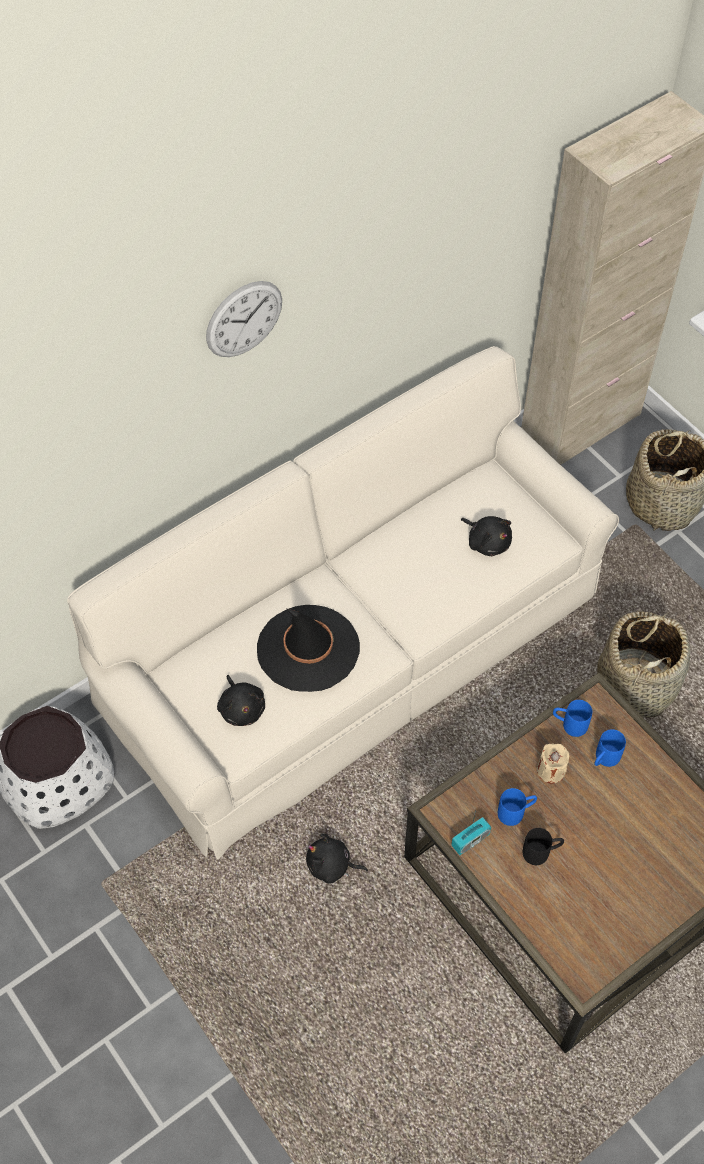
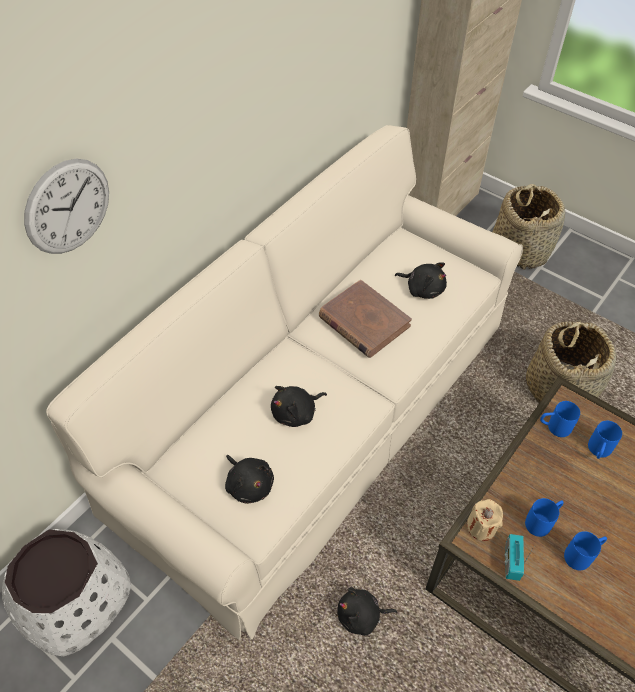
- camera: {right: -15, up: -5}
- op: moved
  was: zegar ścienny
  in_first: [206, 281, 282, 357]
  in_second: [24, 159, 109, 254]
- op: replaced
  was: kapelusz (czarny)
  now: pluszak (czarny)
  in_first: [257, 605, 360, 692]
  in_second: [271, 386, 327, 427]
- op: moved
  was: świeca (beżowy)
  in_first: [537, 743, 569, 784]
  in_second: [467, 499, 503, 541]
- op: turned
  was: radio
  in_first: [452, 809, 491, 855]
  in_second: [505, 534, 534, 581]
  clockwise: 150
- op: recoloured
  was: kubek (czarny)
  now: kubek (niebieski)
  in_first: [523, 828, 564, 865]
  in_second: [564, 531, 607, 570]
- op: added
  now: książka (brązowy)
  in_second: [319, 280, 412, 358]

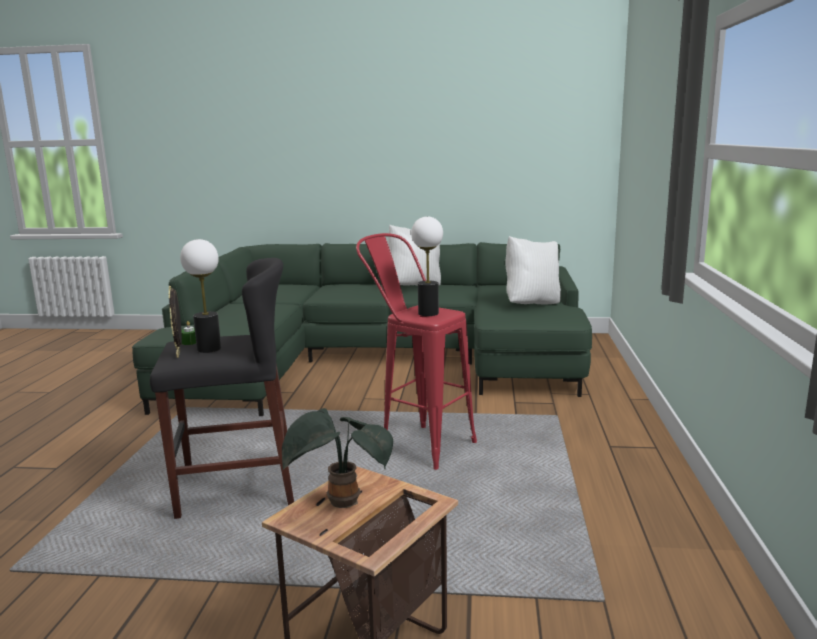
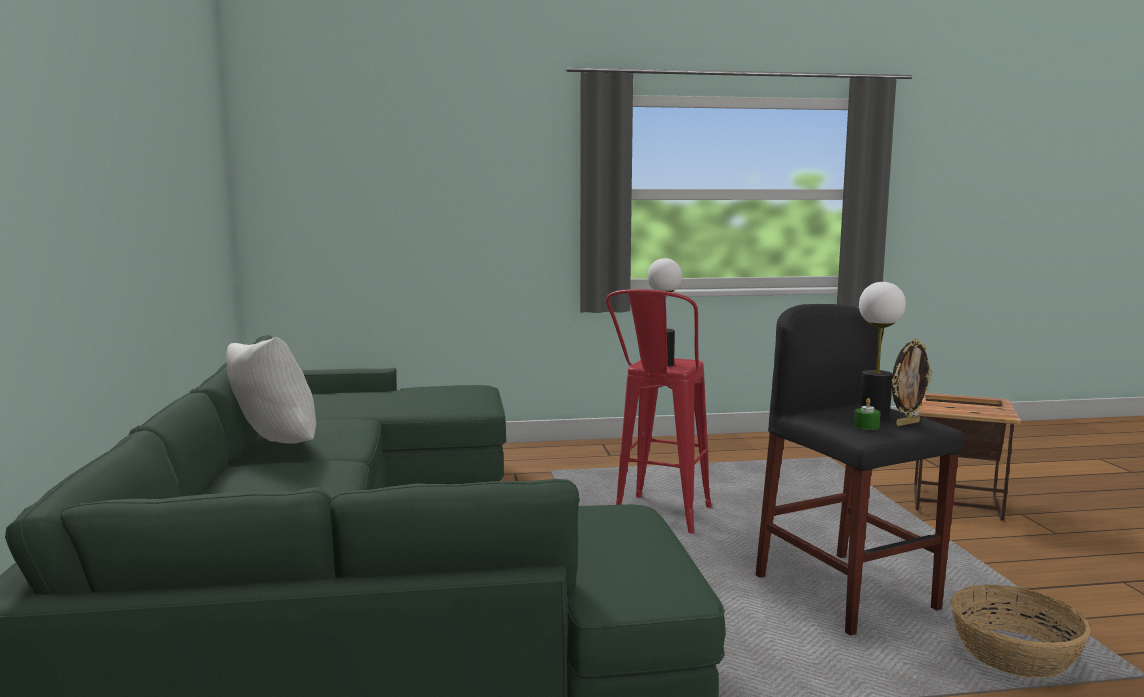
- camera: {right: -105, up: -5}
- op: removed
  was: poduszka (biały)
  in_first: [506, 236, 561, 304]
- op: removed
  was: roślina doniczkowa
  in_first: [282, 408, 393, 508]
- op: added
  now: koszyk
  in_second: [950, 584, 1091, 678]

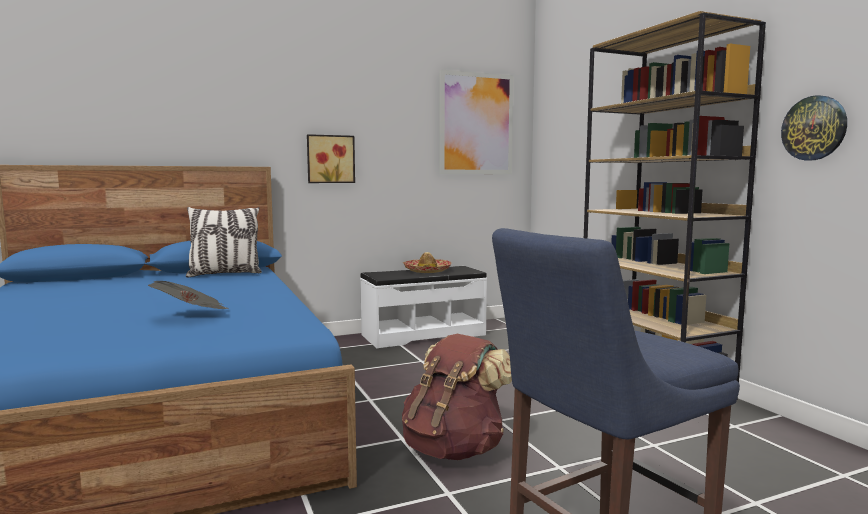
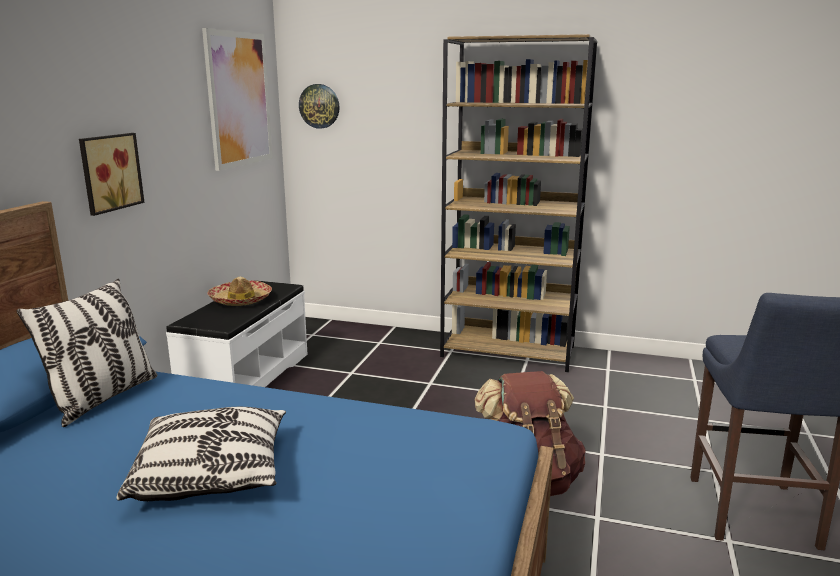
- camera: {right: -50, up: 10}
- op: moved
  was: zegar ścienny
  in_first: [781, 95, 847, 160]
  in_second: [299, 84, 340, 129]
- op: removed
  was: gazeta
  in_first: [148, 281, 228, 309]
- op: added
  now: poduszka
  in_second: [117, 407, 286, 501]

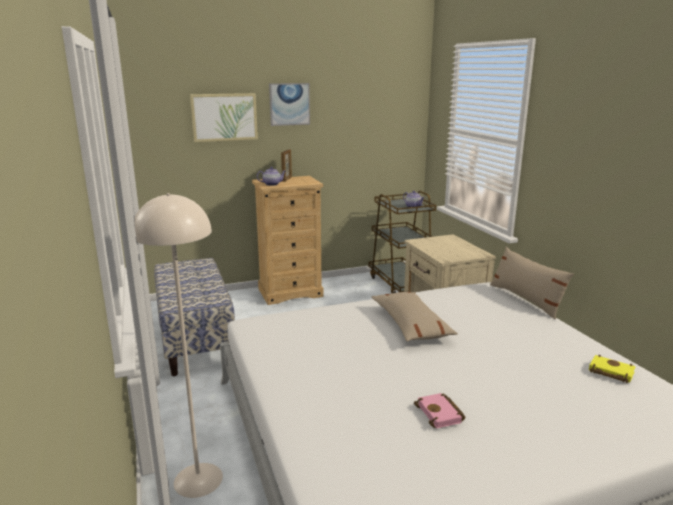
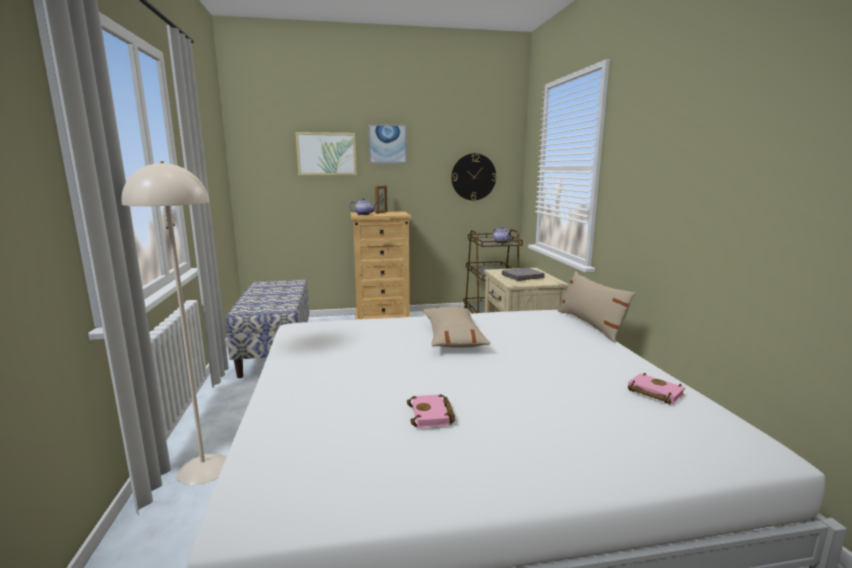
- camera: {right: 10, up: -5}
- op: recoloured
  was: książka (żółty)
  now: książka (różowy)
  in_first: [589, 355, 636, 383]
  in_second: [628, 373, 685, 404]
- op: added
  now: zegar ścienny
  in_second: [451, 153, 496, 201]
- op: added
  now: książka (szary)
  in_second: [502, 268, 545, 281]

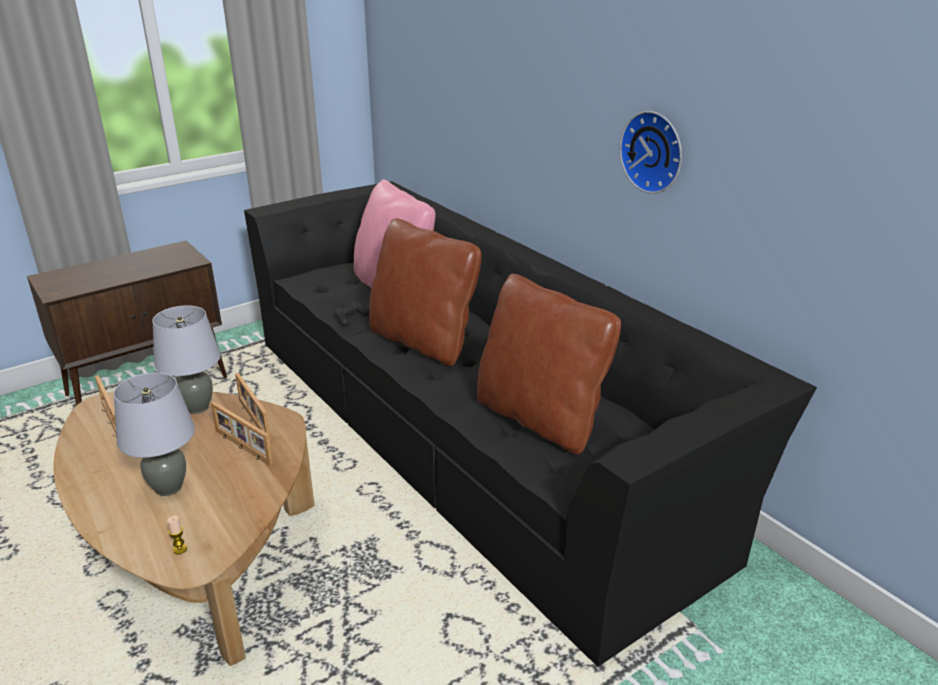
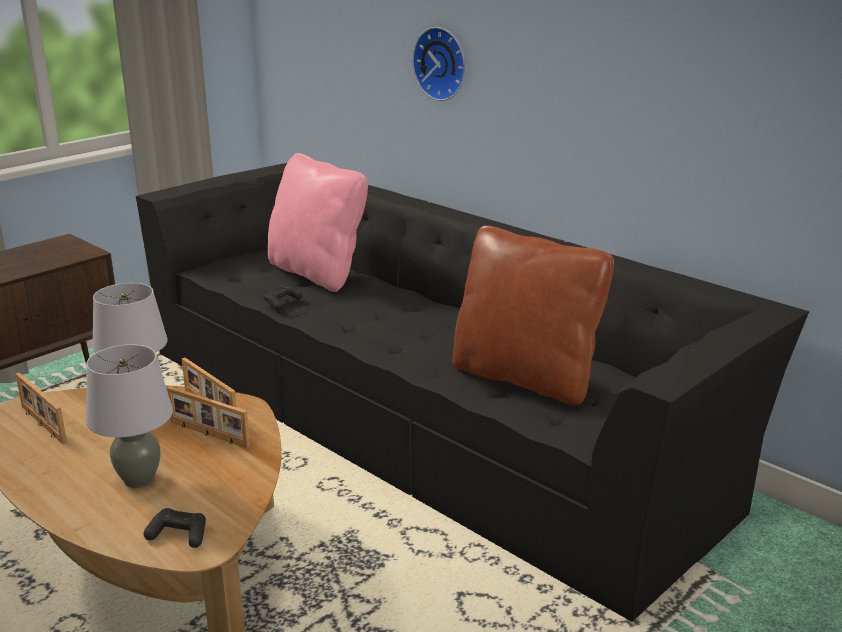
- camera: {right: -10, up: -5}
- op: moved
  was: zegar ścienny
  in_first: [620, 111, 682, 194]
  in_second: [412, 27, 465, 101]
- op: removed
  was: poduszka (brązowy)
  in_first: [369, 218, 482, 366]
- op: replaced
  was: świeca
  now: pad do gier (czarny)
  in_first: [167, 516, 187, 554]
  in_second: [144, 508, 206, 548]

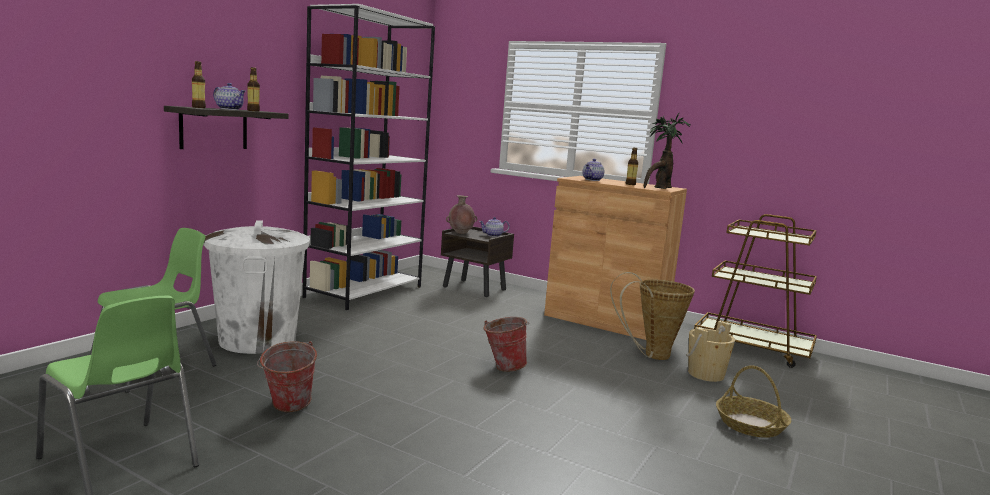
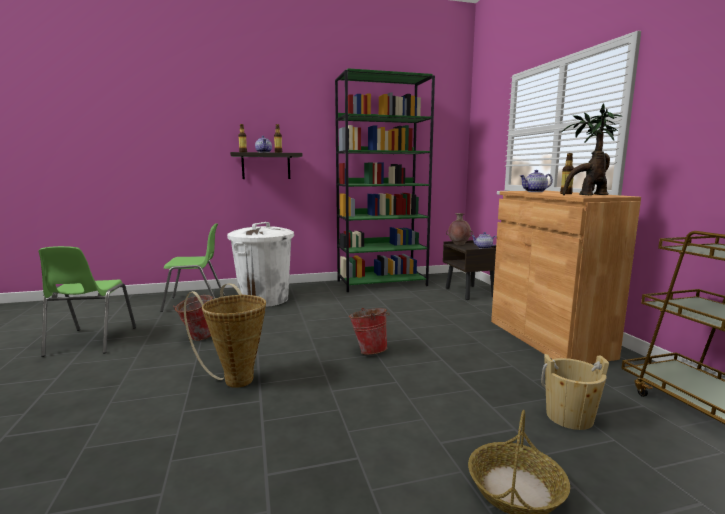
- camera: {right: 45, up: 0}
- op: recoloured
  was: regał (biały)
  now: regał (zielony)
  in_first: [302, 4, 435, 310]
  in_second: [335, 68, 435, 292]
- op: moved
  was: koszyk
  in_first: [610, 272, 695, 360]
  in_second: [184, 283, 266, 388]

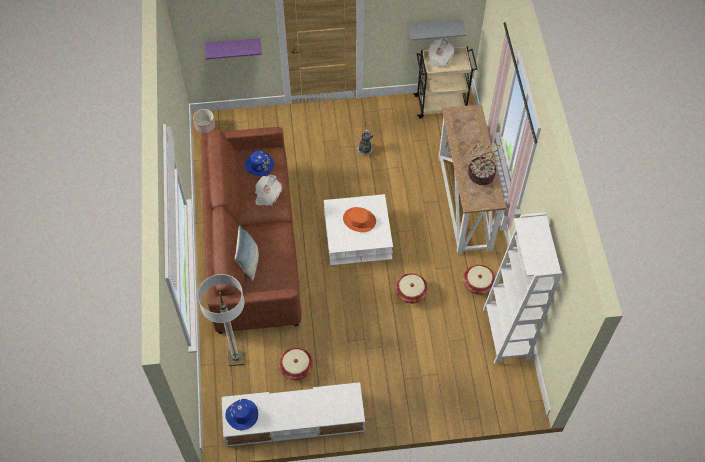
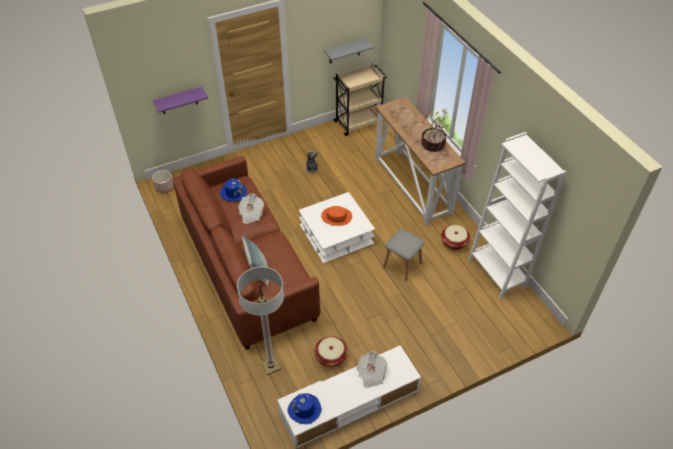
- camera: {right: -20, up: -10}
- op: moved
  was: gazeta
  in_first: [428, 38, 454, 67]
  in_second: [357, 351, 387, 388]
- op: replaced
  was: koszyk
  now: stołek (szary)
  in_first: [395, 273, 428, 303]
  in_second: [383, 229, 425, 281]

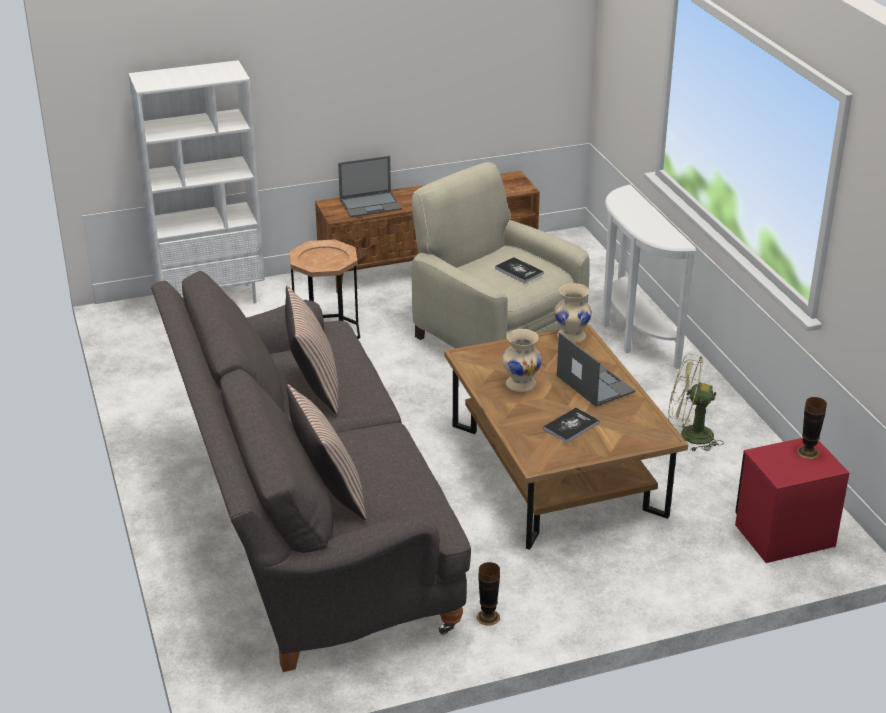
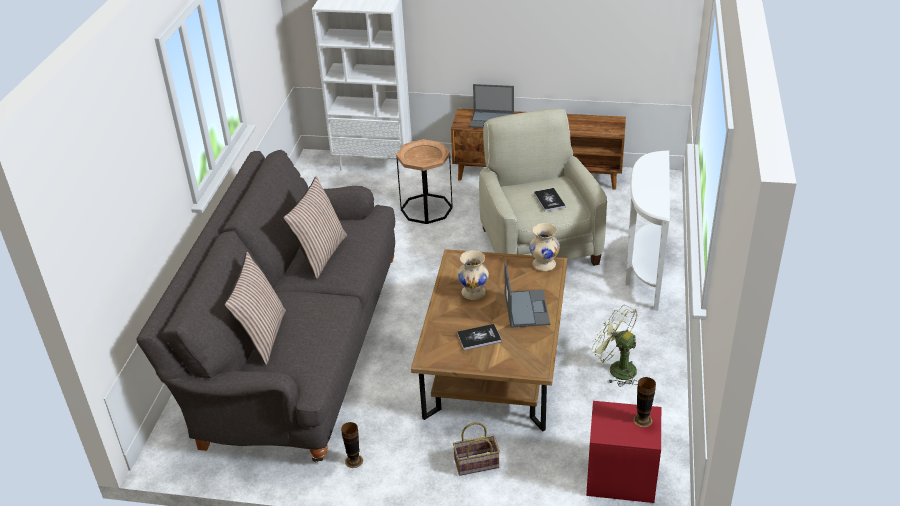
- camera: {right: 30, up: 5}
- op: added
  now: koszyk
  in_second: [453, 422, 500, 476]

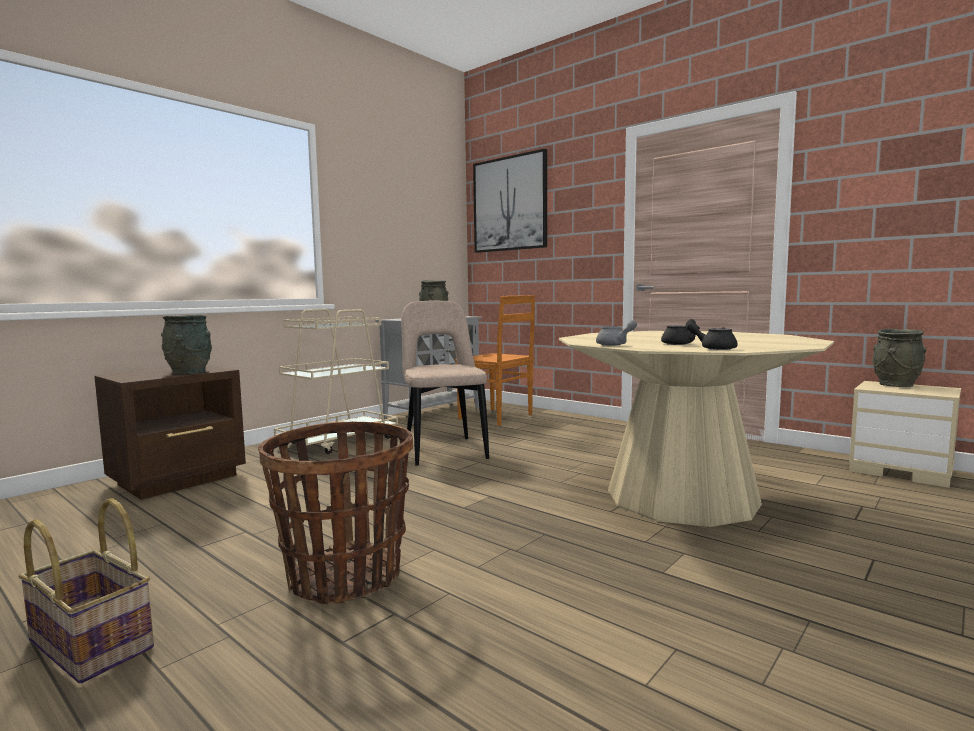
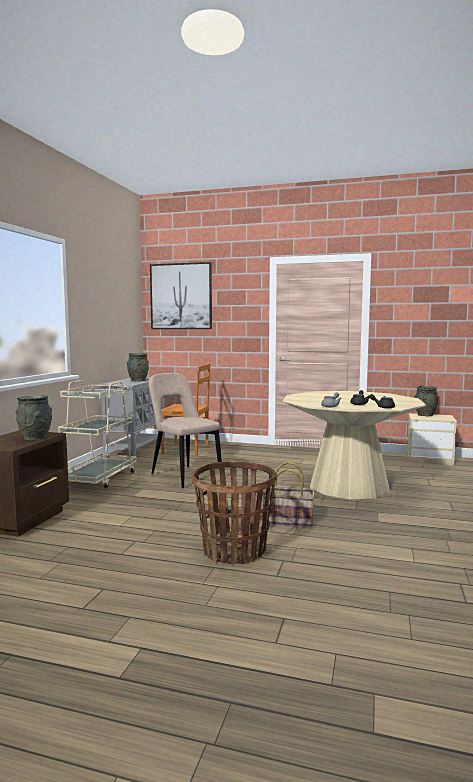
- camera: {right: -25, up: 0}
- op: moved
  was: koszyk
  in_first: [18, 498, 154, 684]
  in_second: [262, 462, 314, 526]

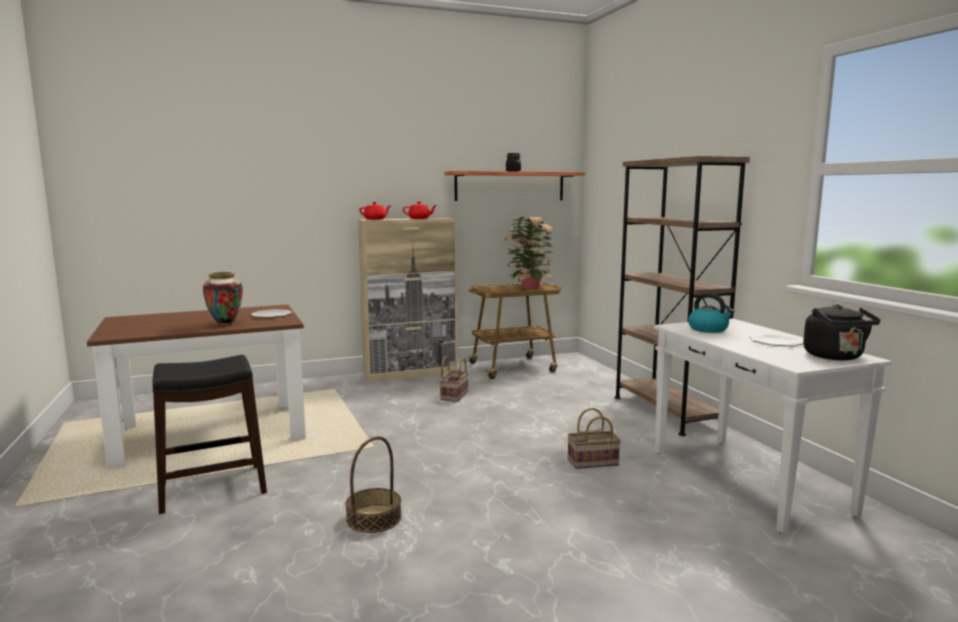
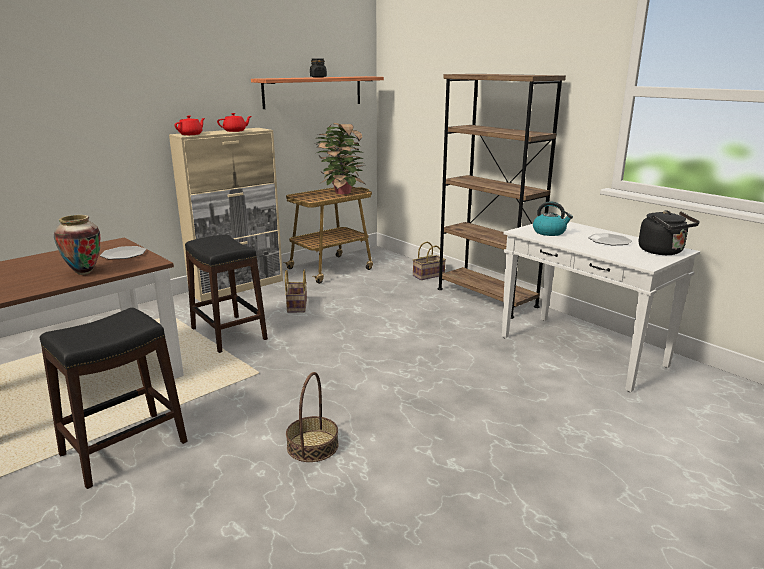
- camera: {right: -20, up: 10}
- op: moved
  was: koszyk
  in_first: [568, 408, 621, 469]
  in_second: [413, 242, 446, 280]
- op: added
  now: stołek (czarny)
  in_second: [185, 235, 268, 353]

